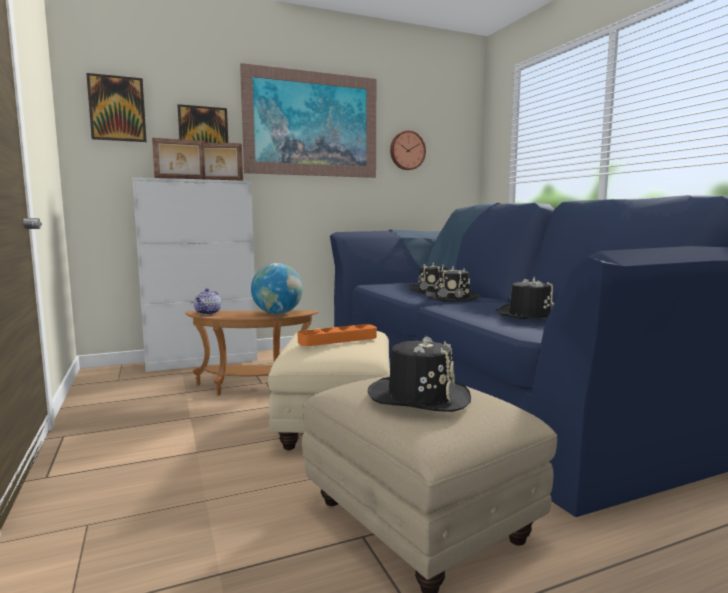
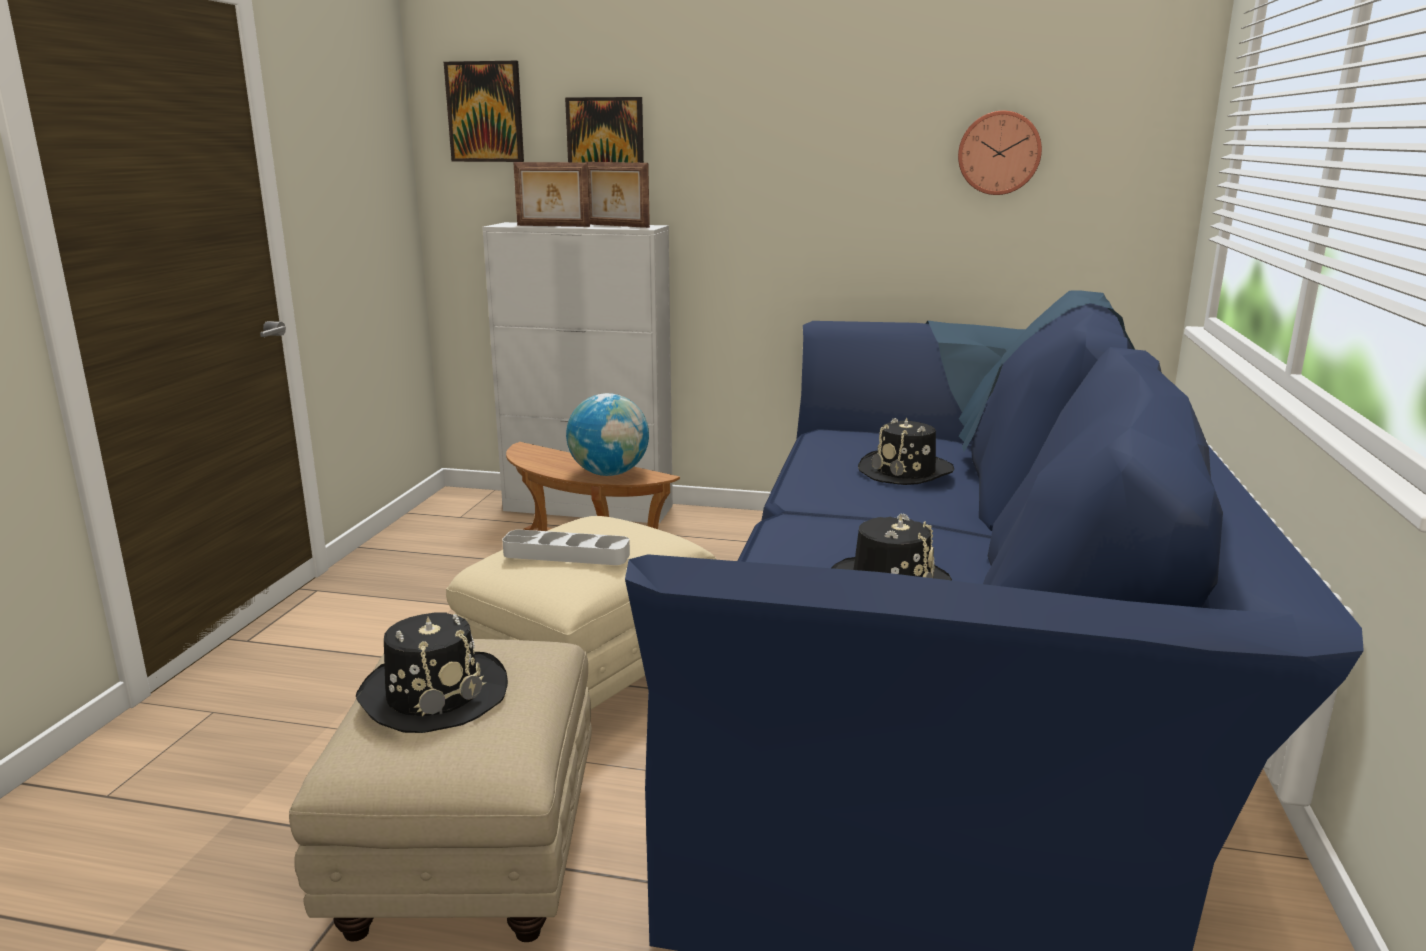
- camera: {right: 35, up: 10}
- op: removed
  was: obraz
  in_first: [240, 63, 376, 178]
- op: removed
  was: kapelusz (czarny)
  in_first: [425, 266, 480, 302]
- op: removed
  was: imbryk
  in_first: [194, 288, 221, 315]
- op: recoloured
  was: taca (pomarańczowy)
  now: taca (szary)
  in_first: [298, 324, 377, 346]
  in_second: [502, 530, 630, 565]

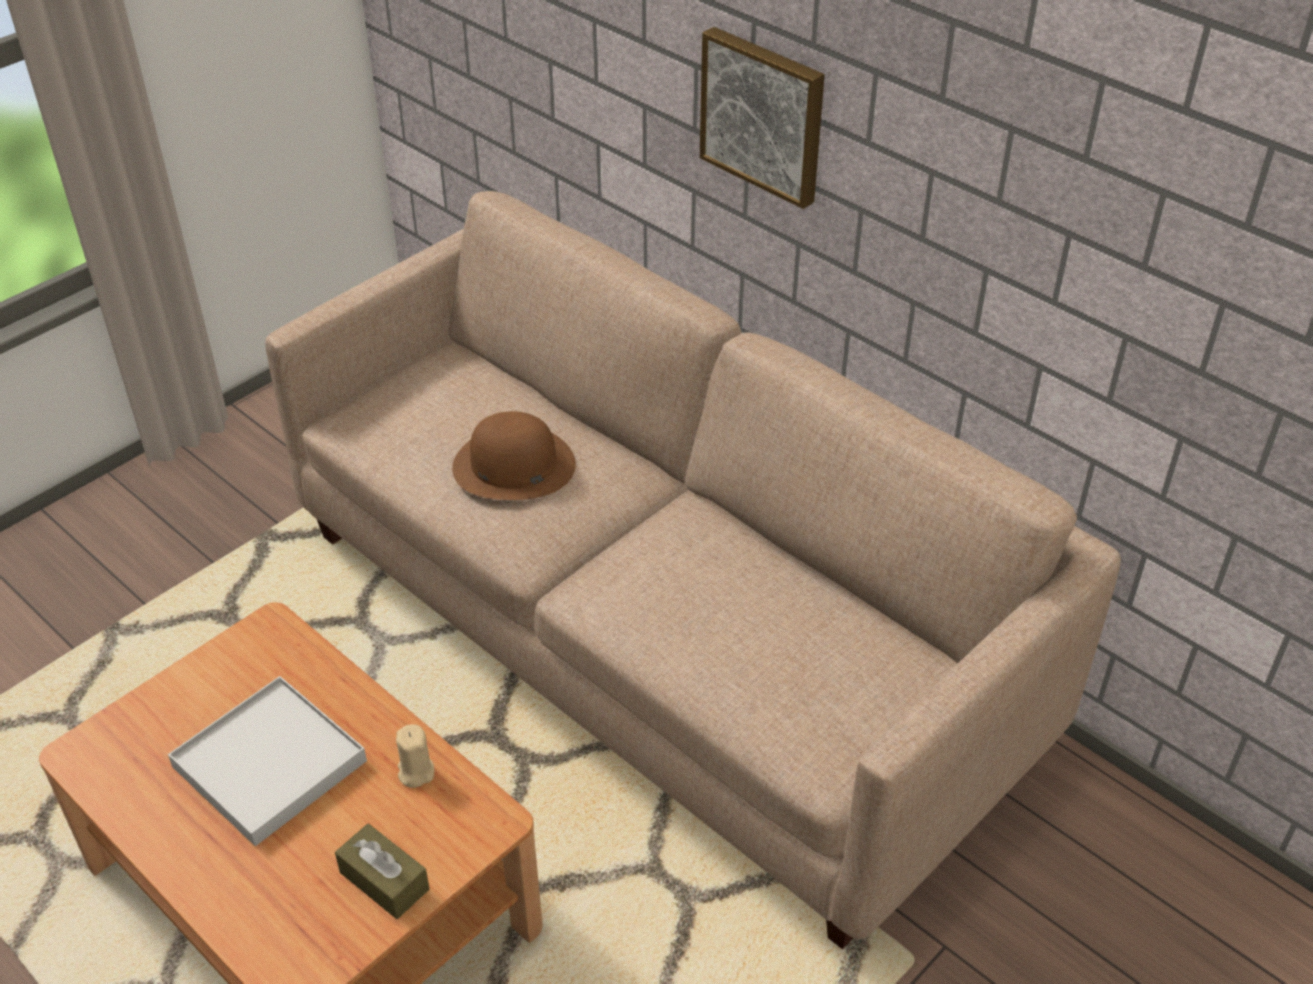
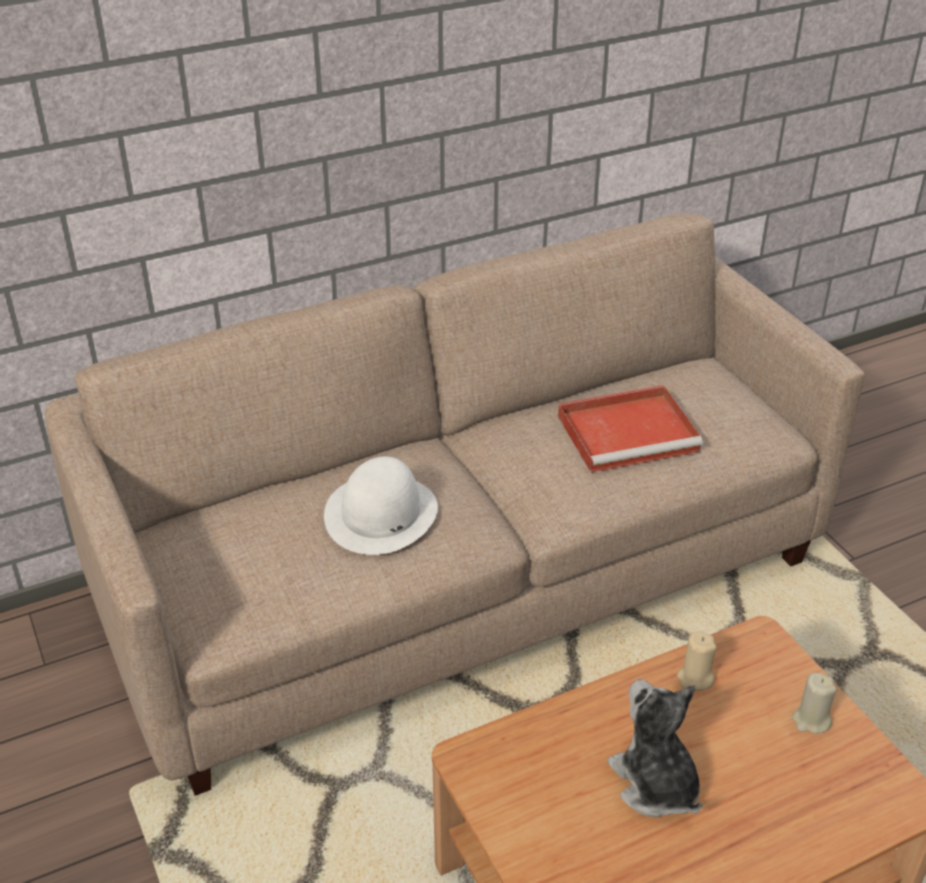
- camera: {right: -70, up: -5}
- op: removed
  was: obraz
  in_first: [700, 27, 825, 209]
- op: recoloured
  was: kapelusz (brązowy)
  now: kapelusz (biały)
  in_first: [452, 411, 576, 500]
  in_second: [324, 456, 438, 555]
- op: replaced
  was: taca (biały)
  now: pluszak
  in_first: [168, 676, 367, 846]
  in_second: [607, 679, 702, 817]
- op: replaced
  was: pudełko chusteczek (brązowy)
  now: świeca (beżowy)
  in_first: [335, 824, 429, 919]
  in_second: [792, 673, 837, 734]
- op: added
  now: taca (czerwony)
  in_second: [558, 385, 703, 472]

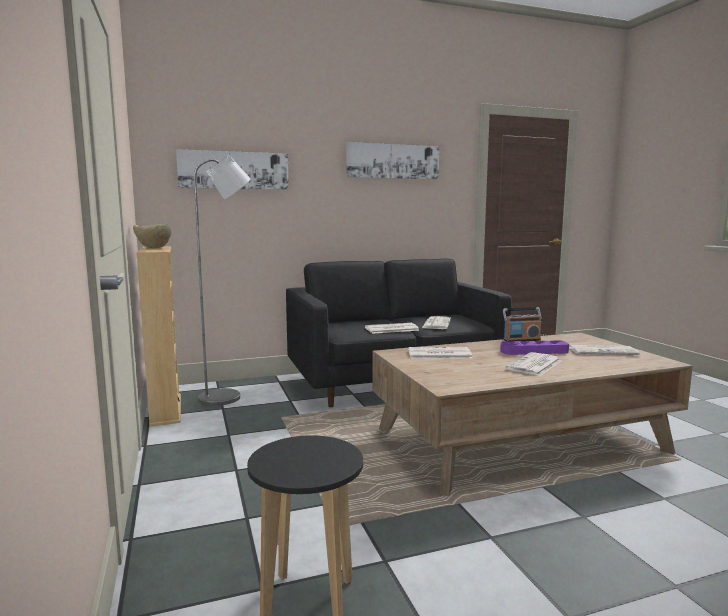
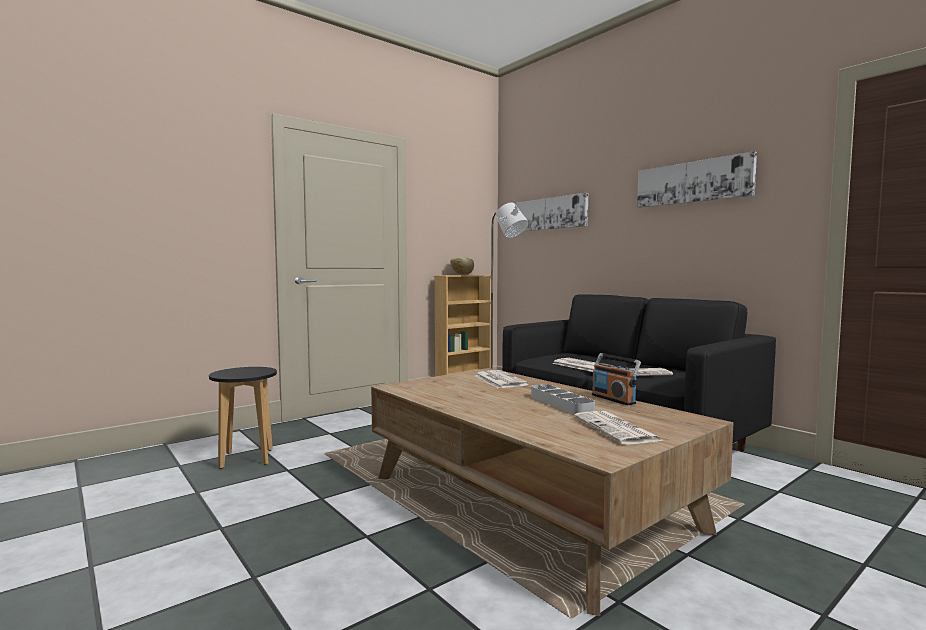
- camera: {right: 70, up: -5}
- op: recoloured
  was: taca (fioletowy)
  now: taca (szary)
  in_first: [500, 340, 569, 355]
  in_second: [531, 384, 595, 415]
- op: removed
  was: gazeta
  in_first: [505, 352, 561, 376]

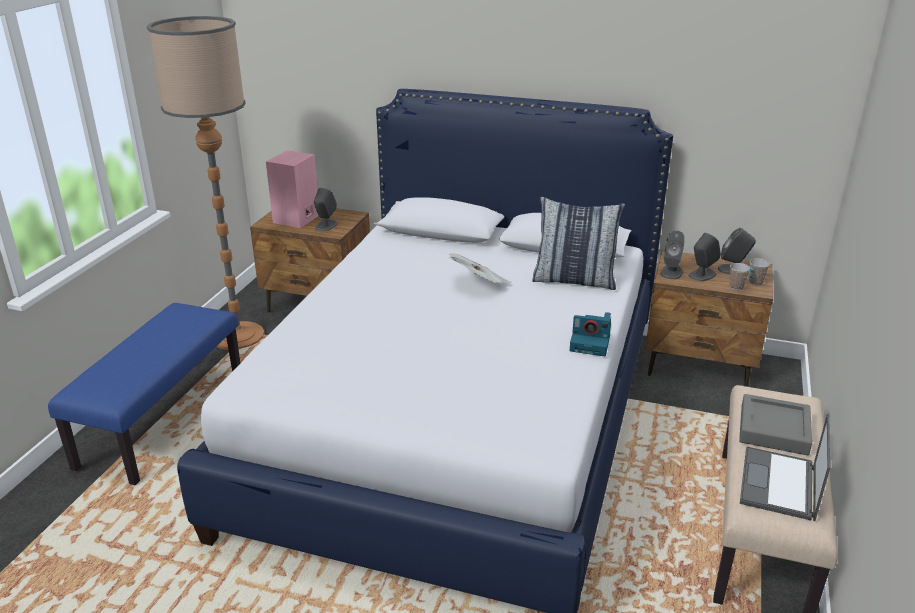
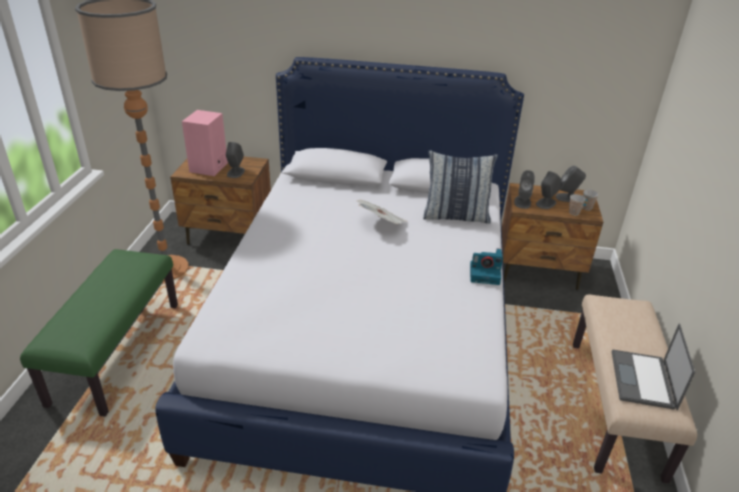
- camera: {right: -10, up: 5}
- op: recoloured
  was: ławka (niebieski)
  now: ławka (zielony)
  in_first: [48, 303, 240, 485]
  in_second: [20, 249, 178, 417]
- op: removed
  was: taca (szary)
  in_first: [739, 394, 812, 455]

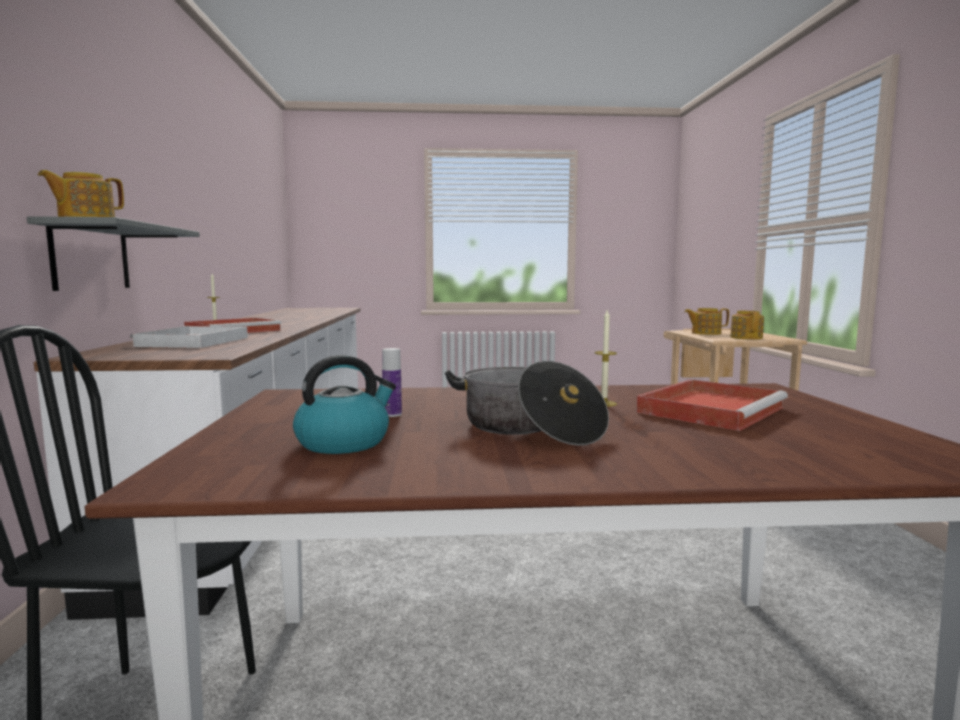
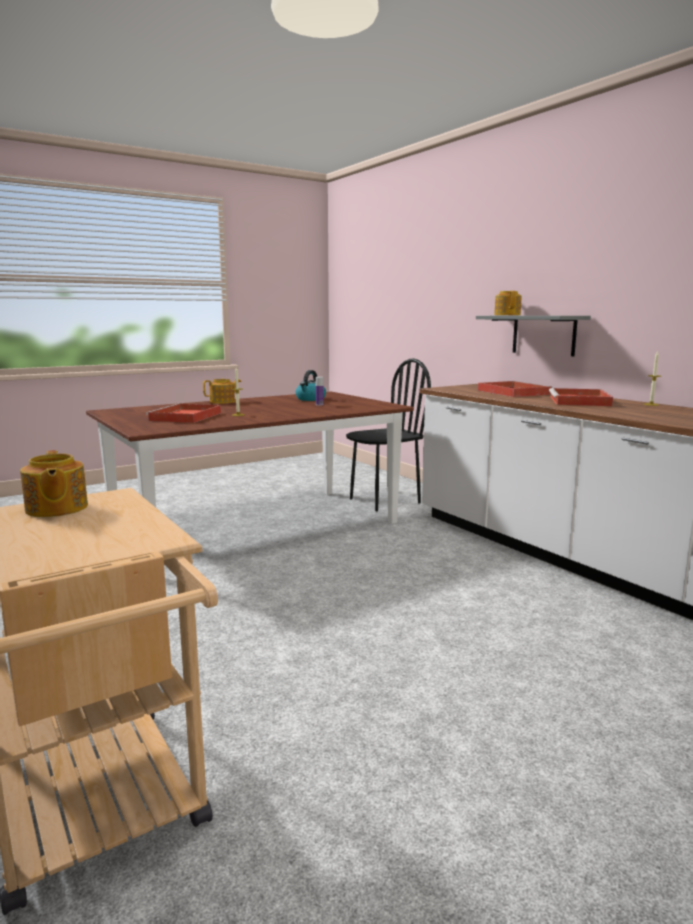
- camera: {right: 150, up: 5}
- op: moved
  was: imbryk
  in_first: [684, 308, 729, 335]
  in_second: [203, 379, 241, 404]
- op: recoloured
  was: taca (biały)
  now: taca (czerwony)
  in_first: [130, 326, 248, 348]
  in_second: [478, 381, 552, 397]
- op: removed
  was: garnek
  in_first: [445, 361, 609, 446]

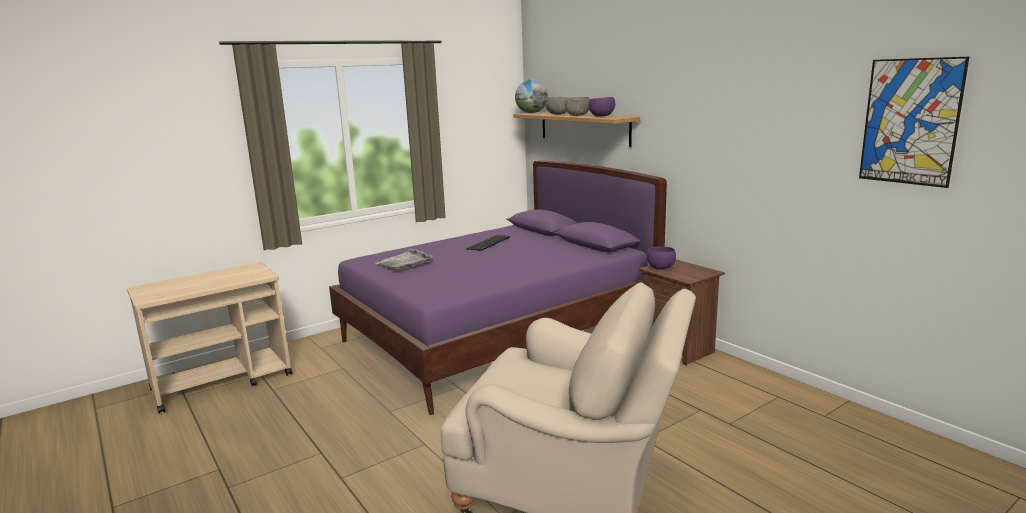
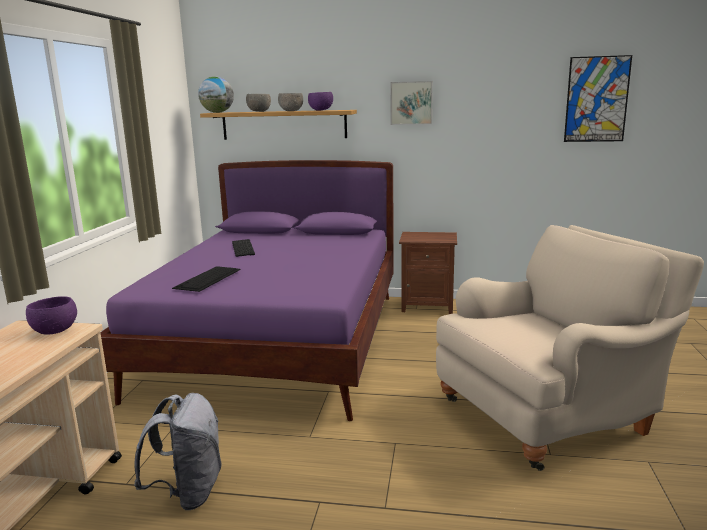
- camera: {right: -45, up: 0}
- op: moved
  was: miska (fioletowy)
  in_first: [647, 246, 676, 269]
  in_second: [26, 296, 77, 335]
- op: replaced
  was: taca (szary)
  now: klawiatura
  in_first: [375, 249, 433, 271]
  in_second: [172, 266, 241, 292]
- op: added
  now: obraz
  in_second: [390, 81, 433, 125]
- op: added
  now: plecak (szary)
  in_second: [134, 393, 221, 510]

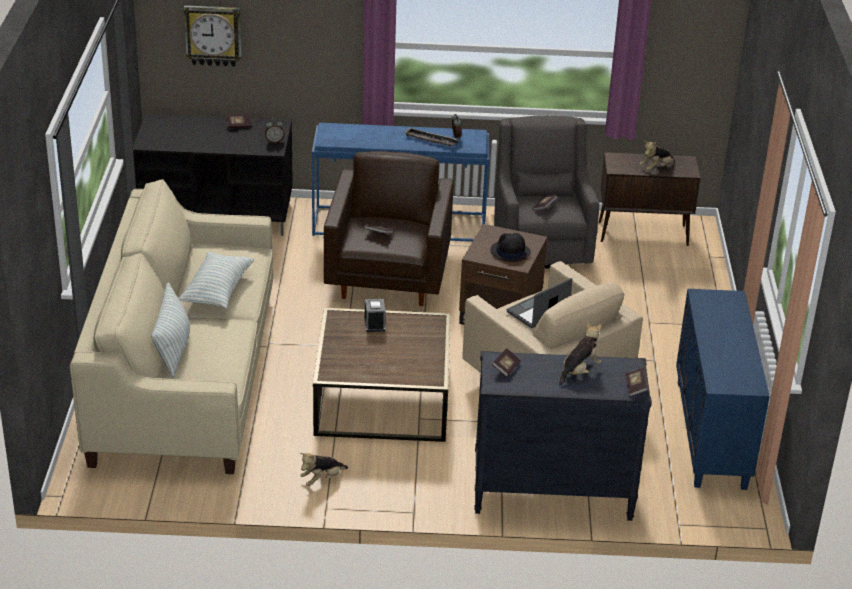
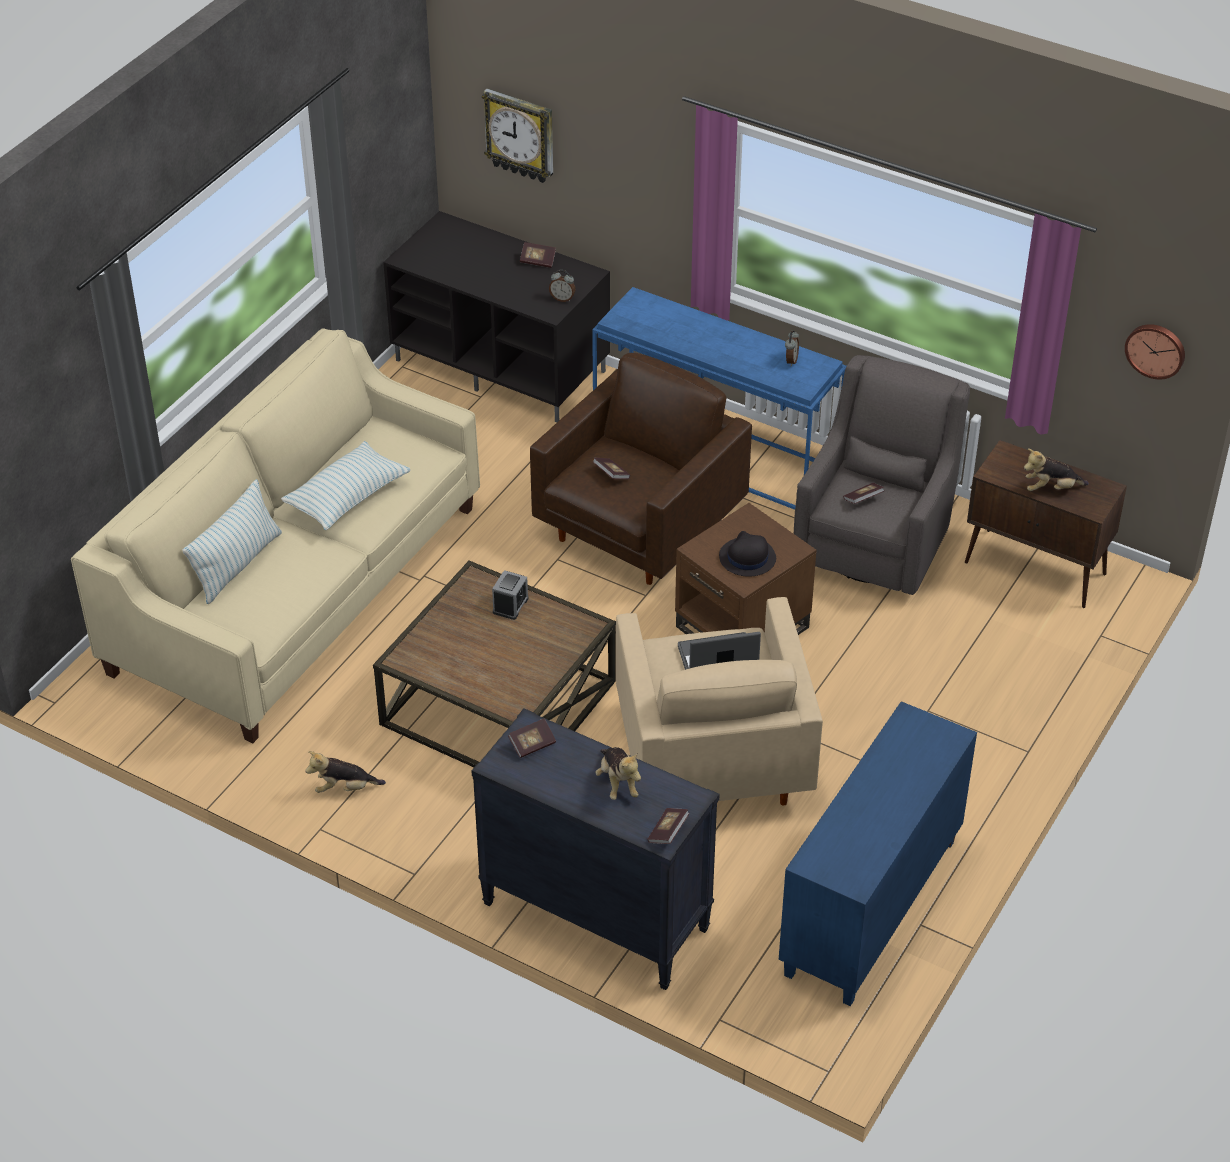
- camera: {right: 30, up: 10}
- op: removed
  was: taca
  in_first: [404, 128, 459, 146]
- op: turned
  was: pluszak
  in_first: [559, 322, 602, 386]
  in_second: [595, 747, 641, 800]
  clockwise: 90
- op: added
  now: zegar ścienny
  in_second: [1125, 324, 1185, 379]

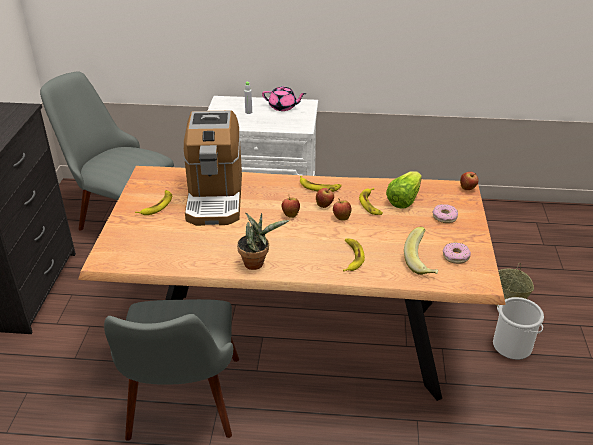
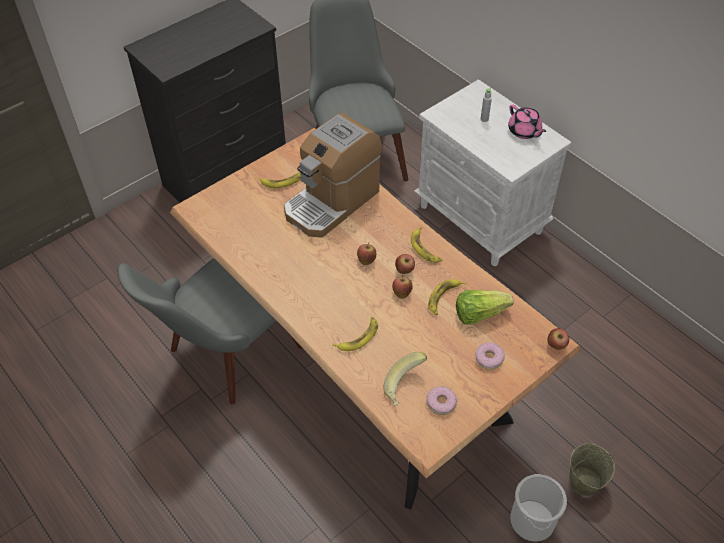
- camera: {right: 45, up: 15}
- op: removed
  was: roślina doniczkowa
  in_first: [237, 213, 289, 270]

